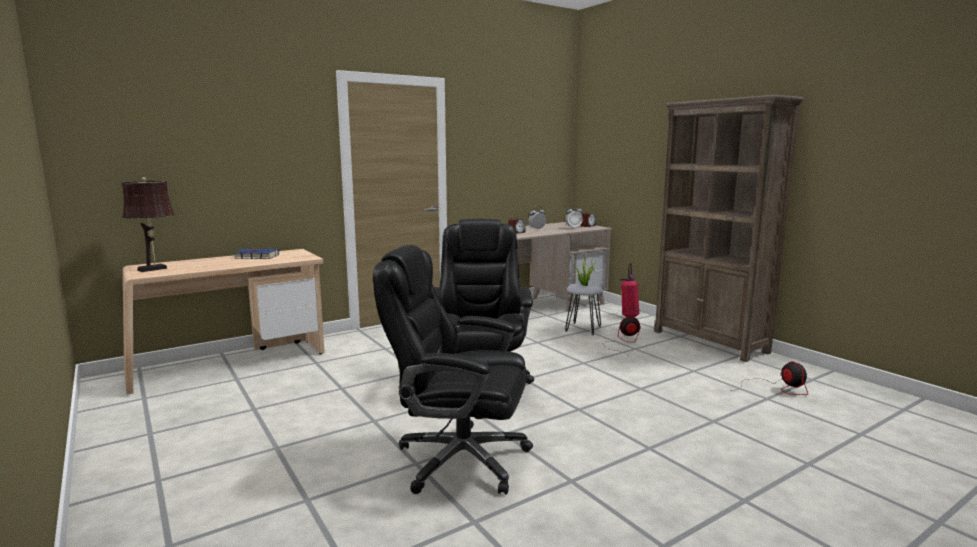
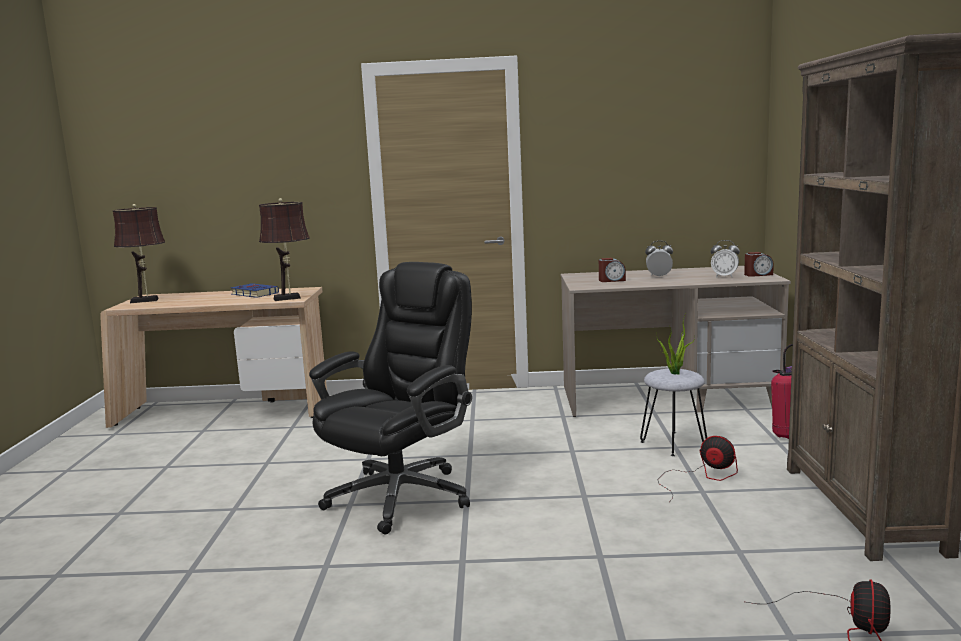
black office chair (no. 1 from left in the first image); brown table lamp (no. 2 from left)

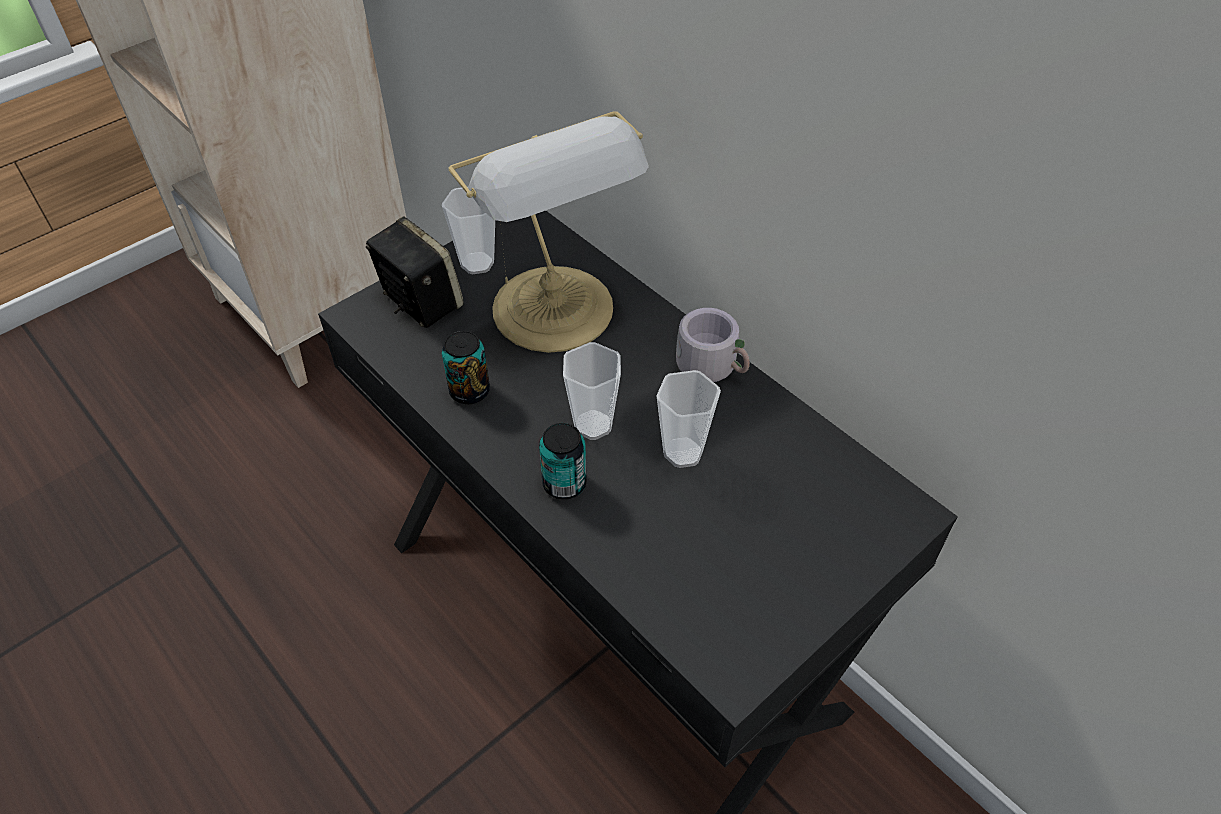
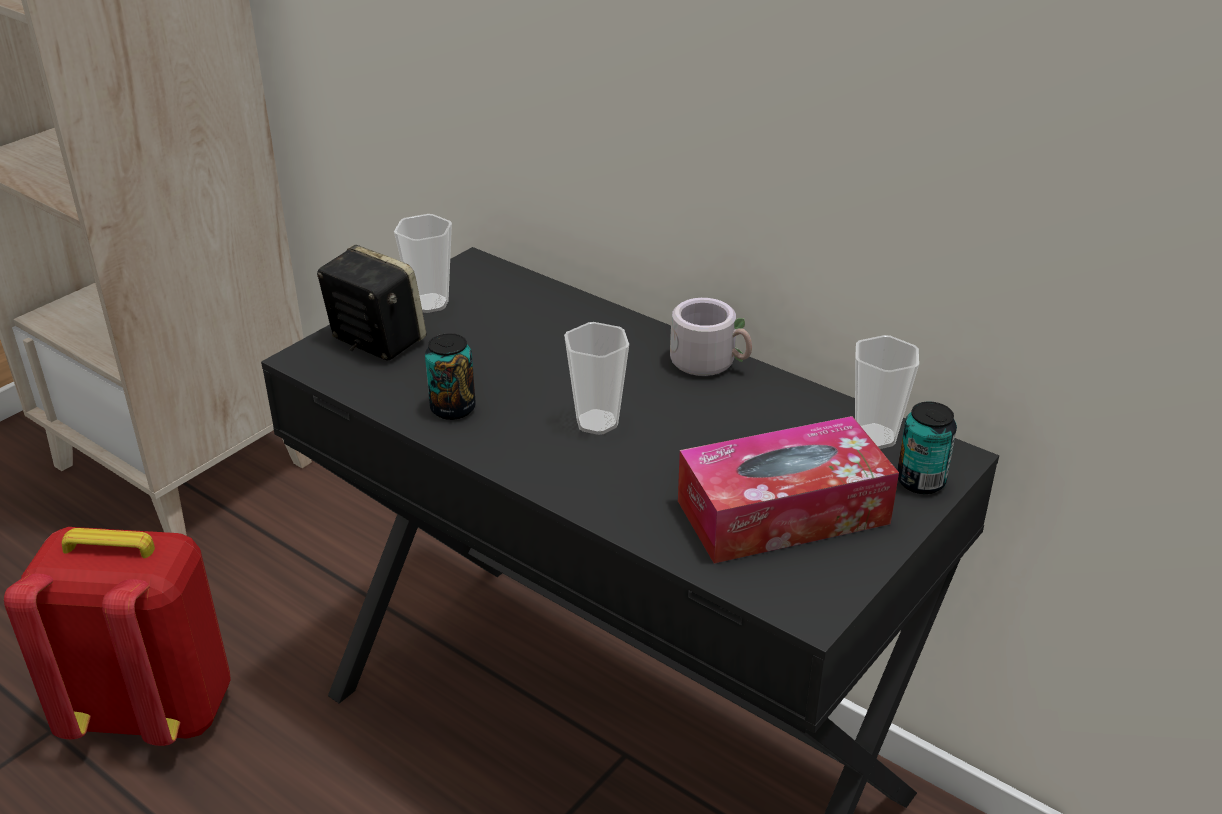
table lamp; cup (no. 3 from left); can (no. 2 from left); tissue box; red backpack

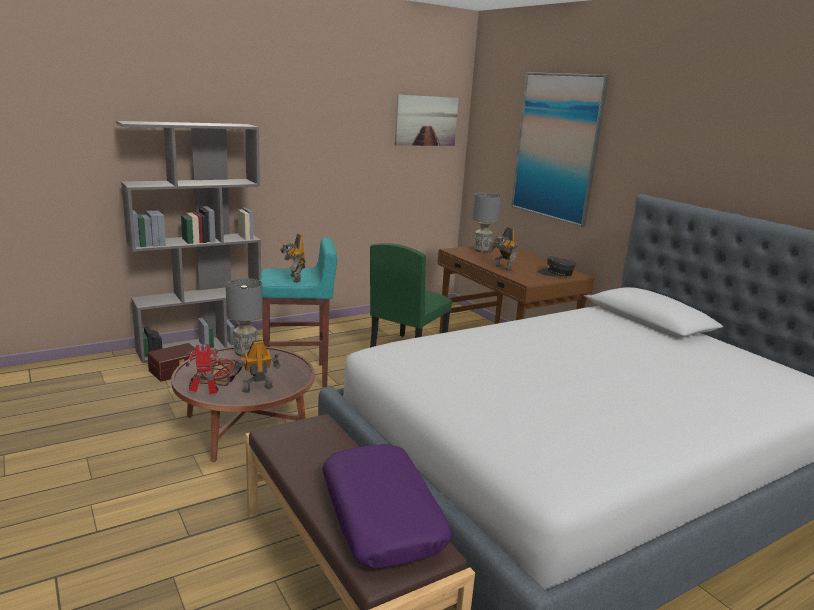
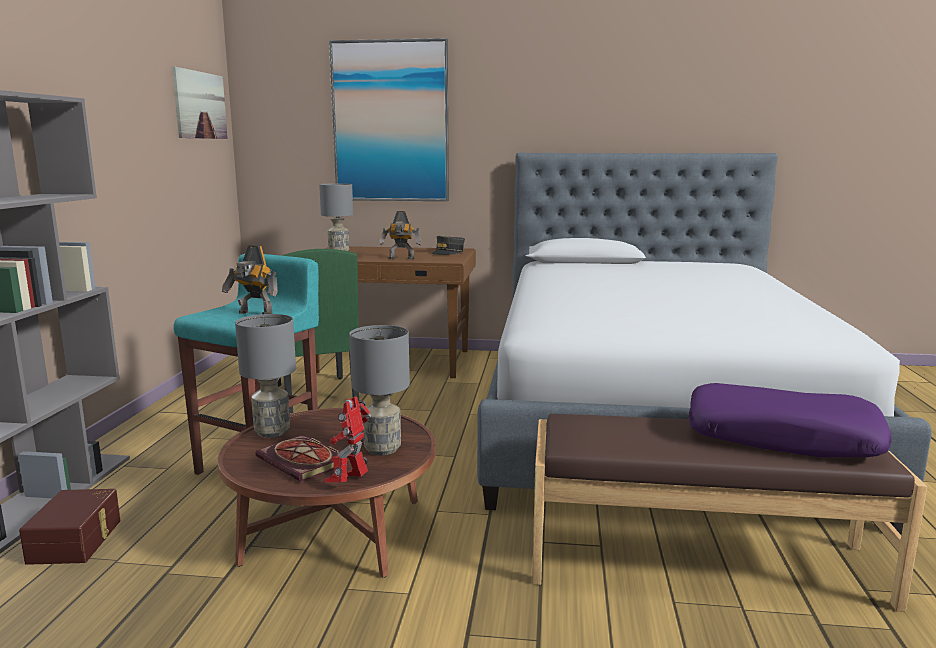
grey table lamp (no. 3 from left)

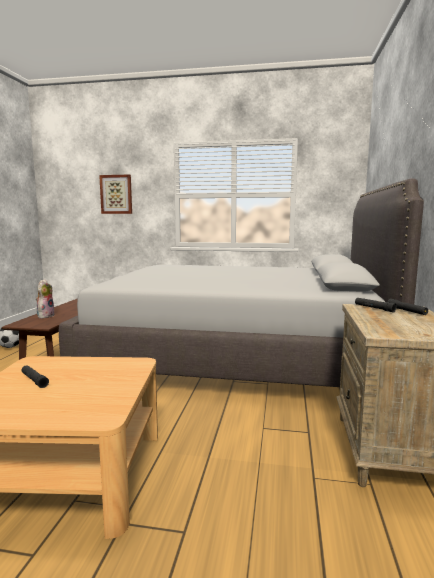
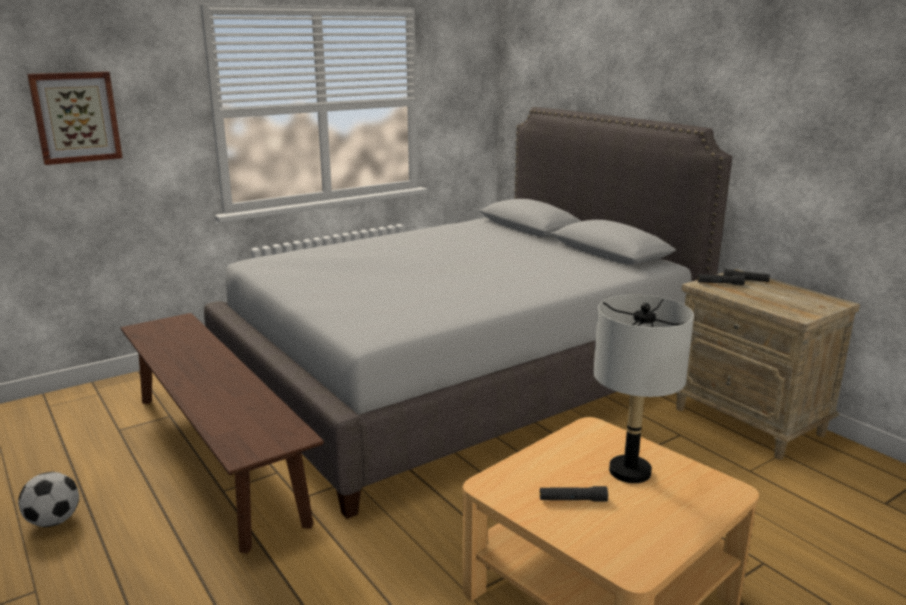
plush toy; grey table lamp

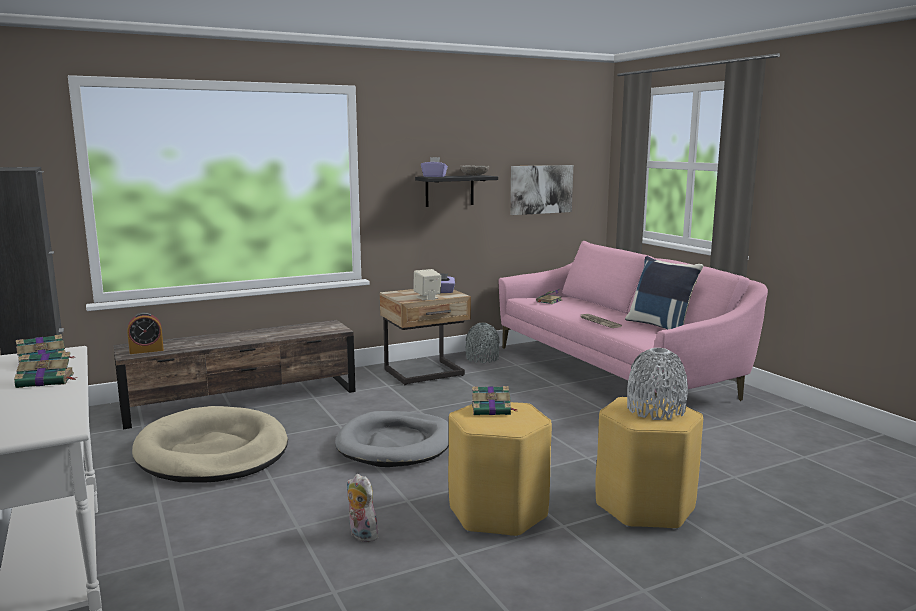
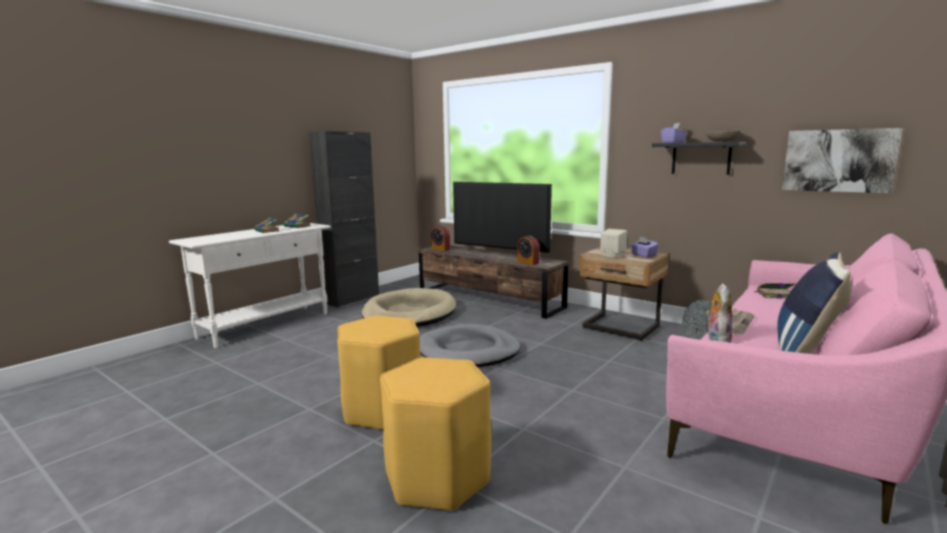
grey vase (no. 2 from left in the first image); book (no. 3 from left in the first image); plush toy; television; alarm clock (no. 2 from left)

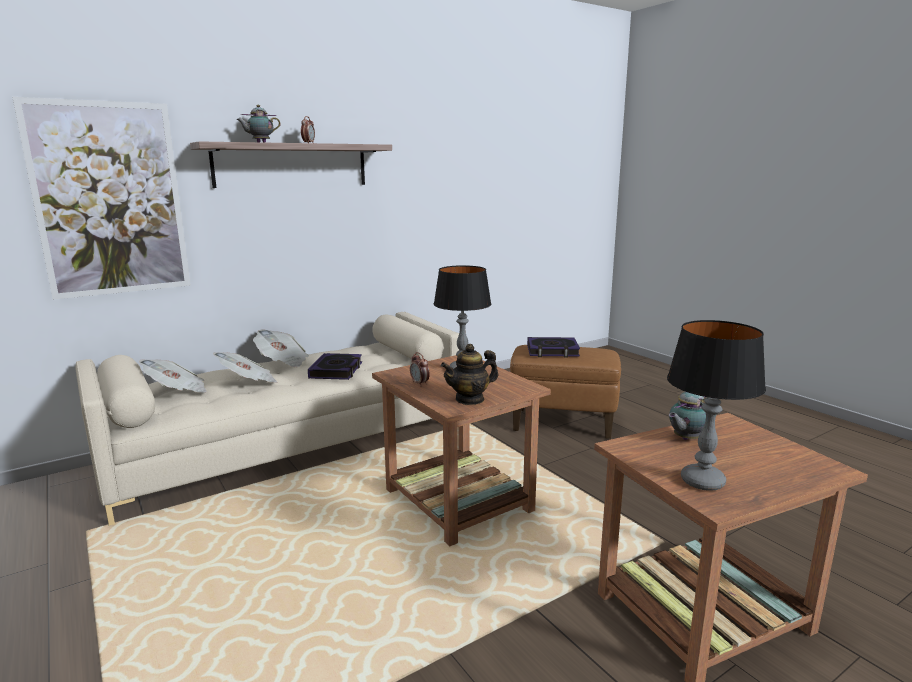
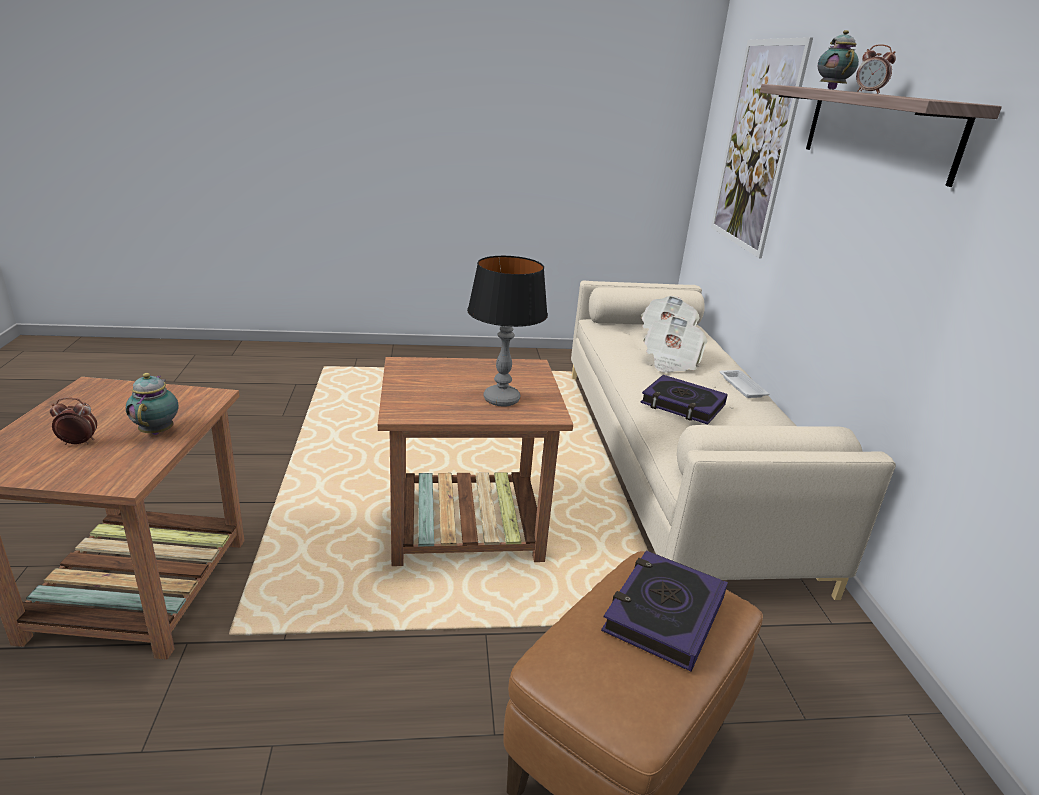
table lamp (no. 2 from left in the first image); white tray; teapot (no. 2 from left in the first image); alarm clock (no. 1 from left)

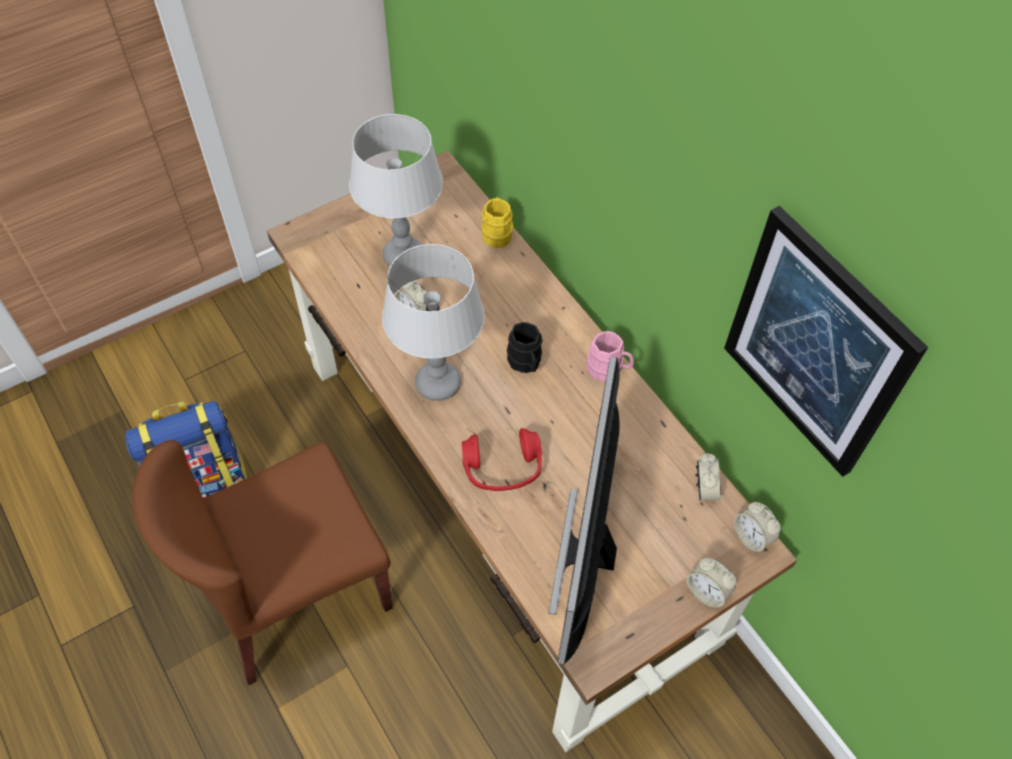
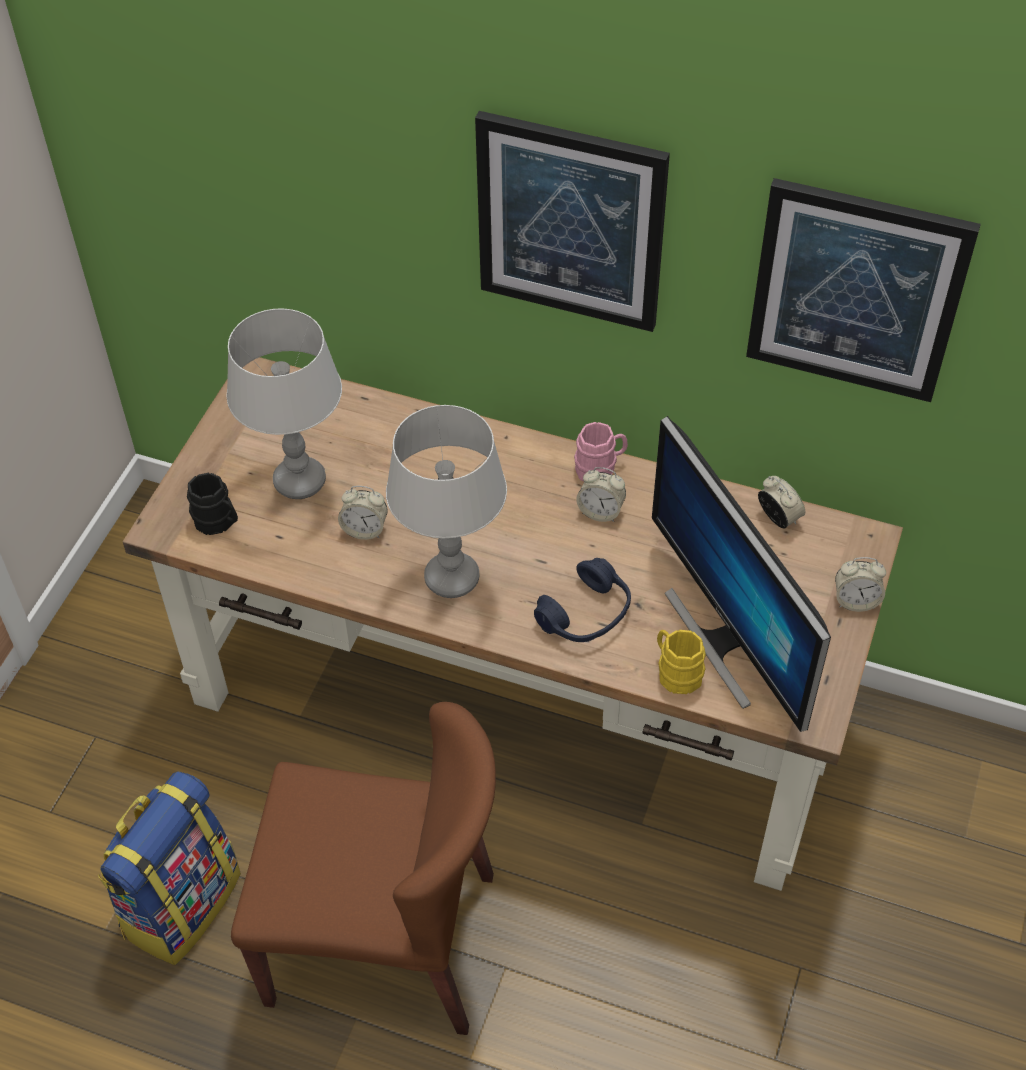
yellow mug; black mug; blue headphones; brown chair; alarm clock (no. 2 from left); picture (no. 1 from left)

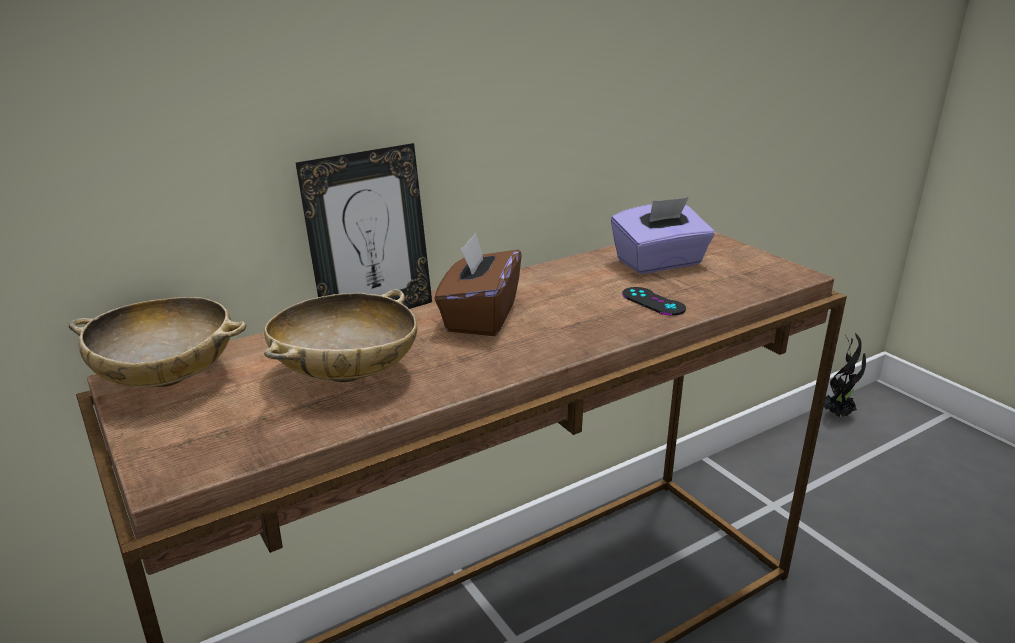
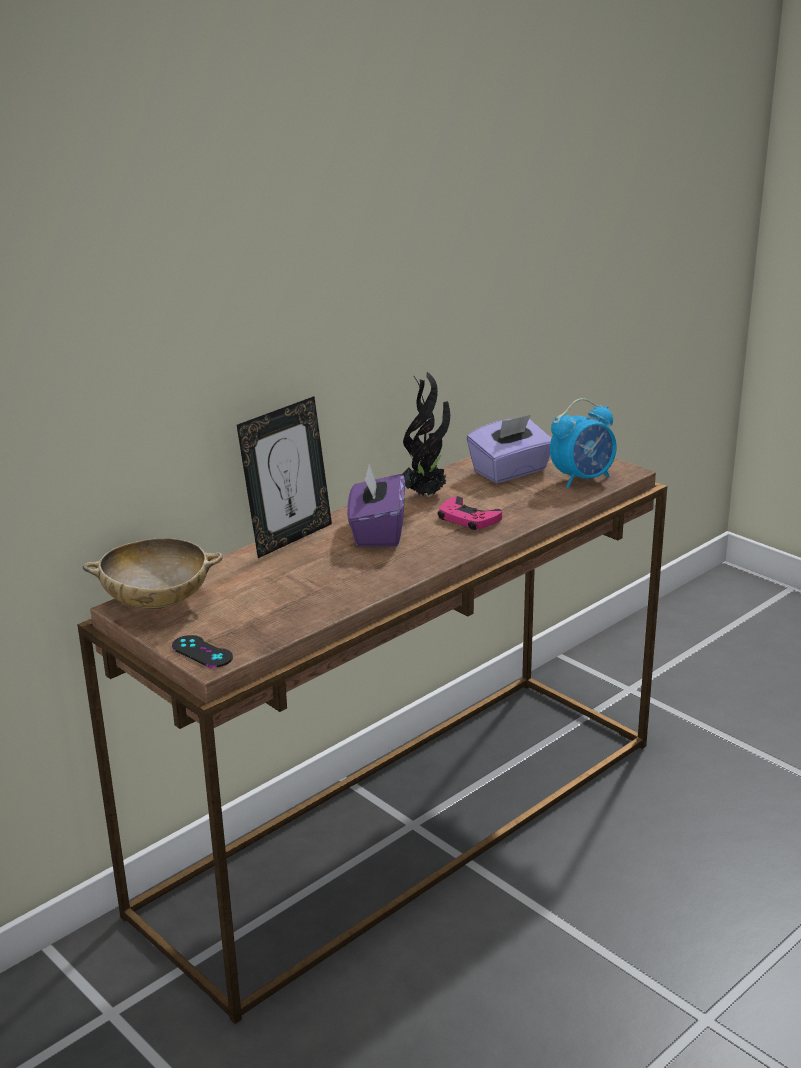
purple tissue box (no. 1 from left); black game controller; beige bowl (no. 2 from left in the first image); potted plant; alarm clock; pink game controller

